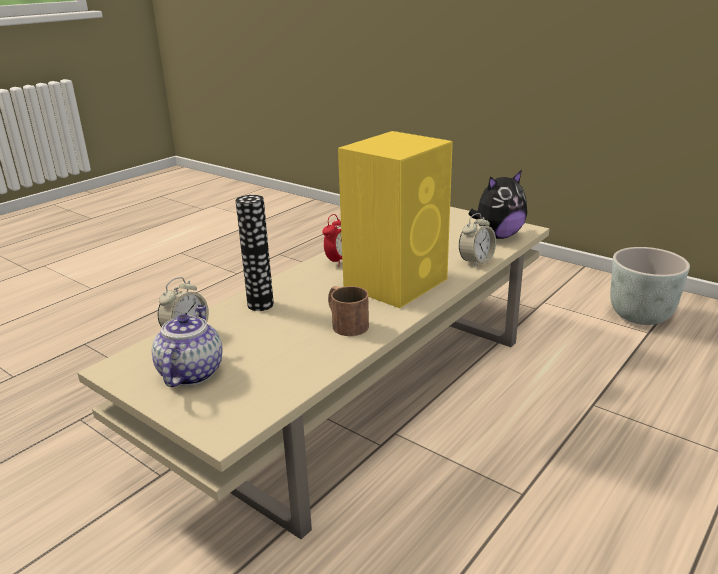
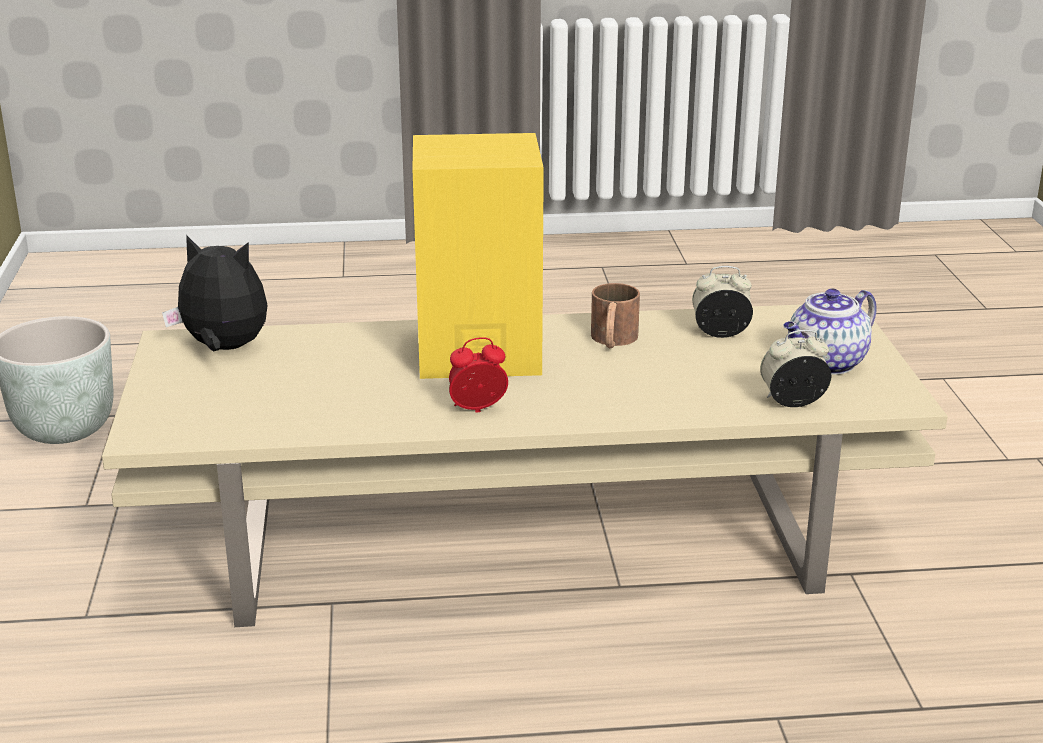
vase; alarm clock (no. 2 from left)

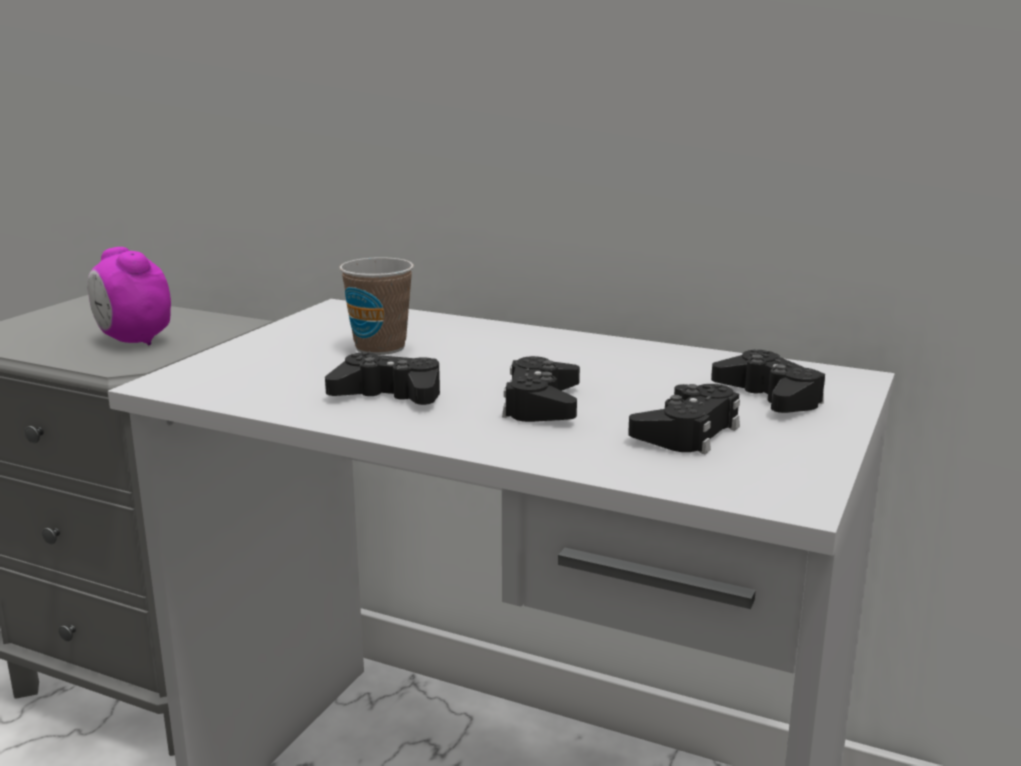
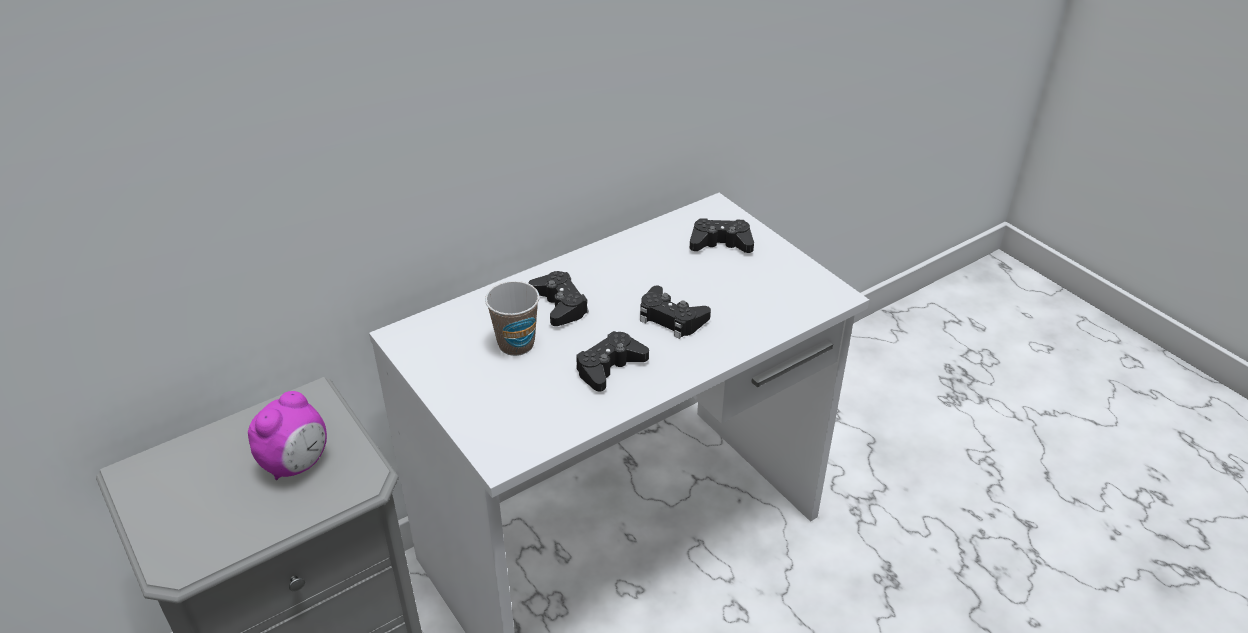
alarm clock; black game controller (no. 1 from left)

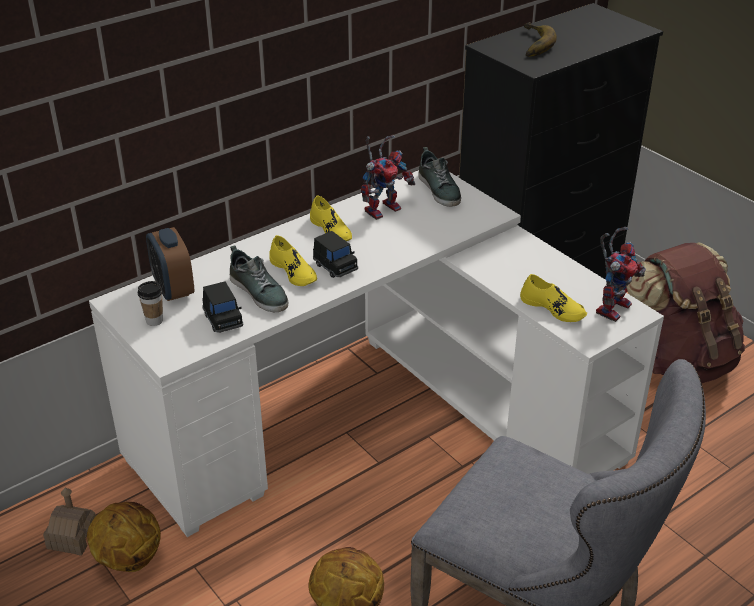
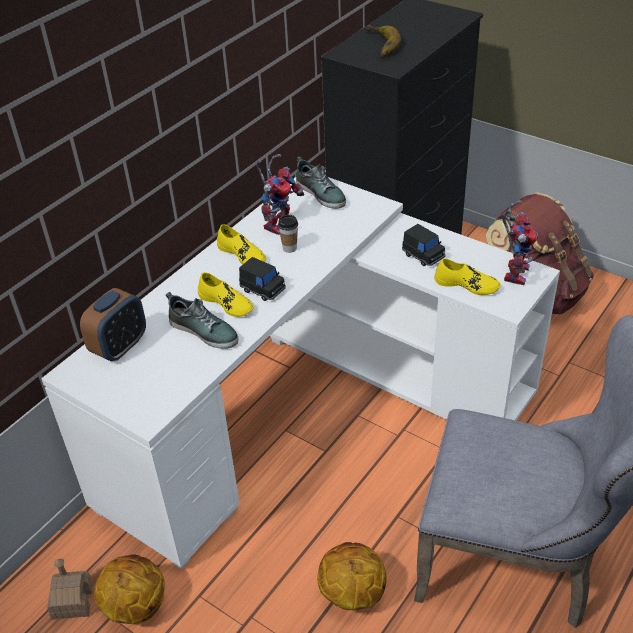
alarm clock; cup; black toy car (no. 2 from left)

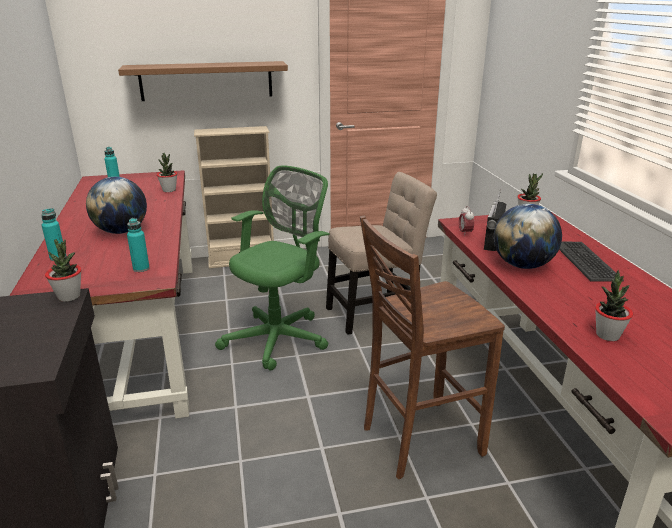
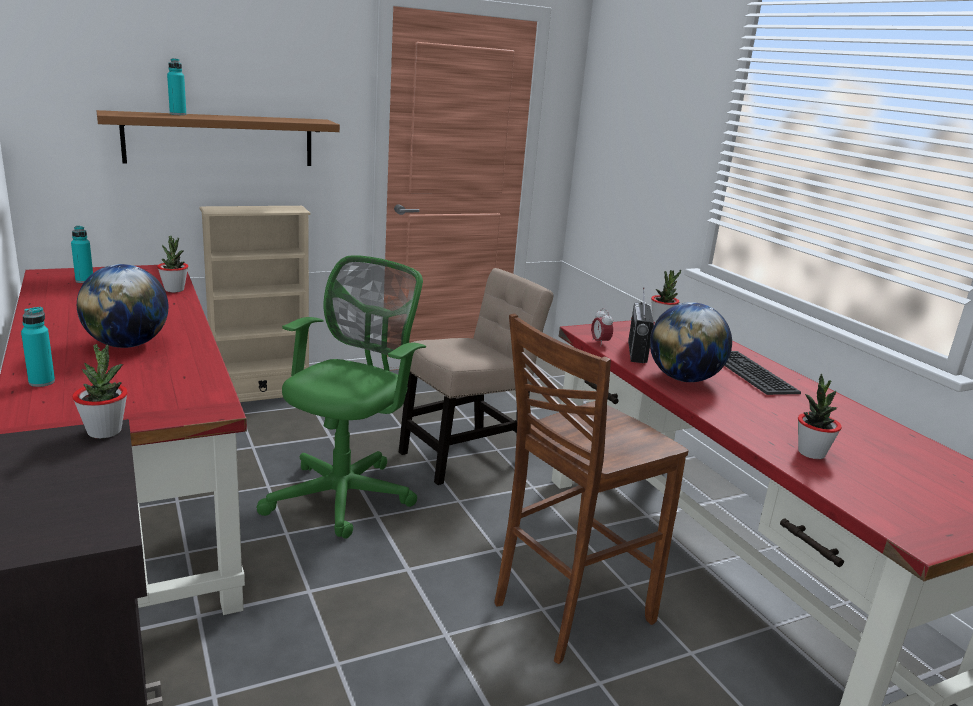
turquoise bottle (no. 3 from left)

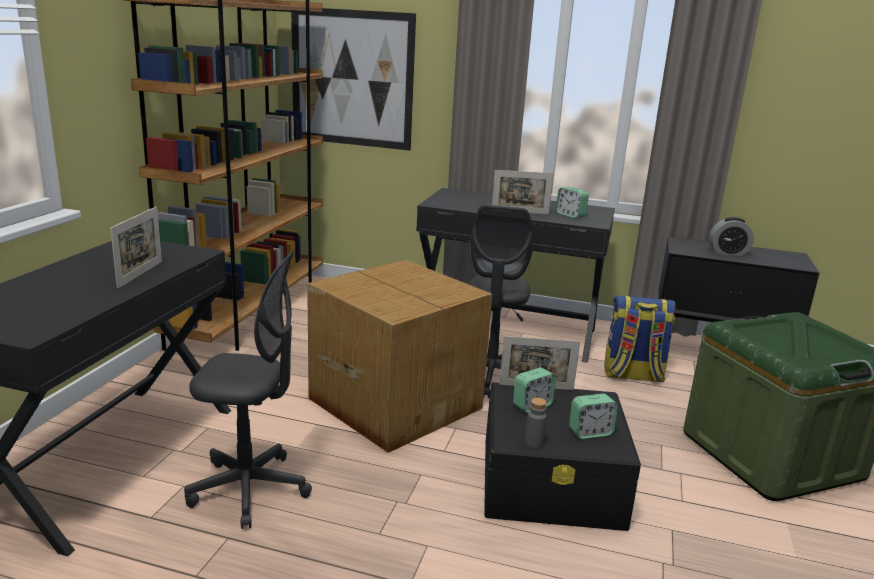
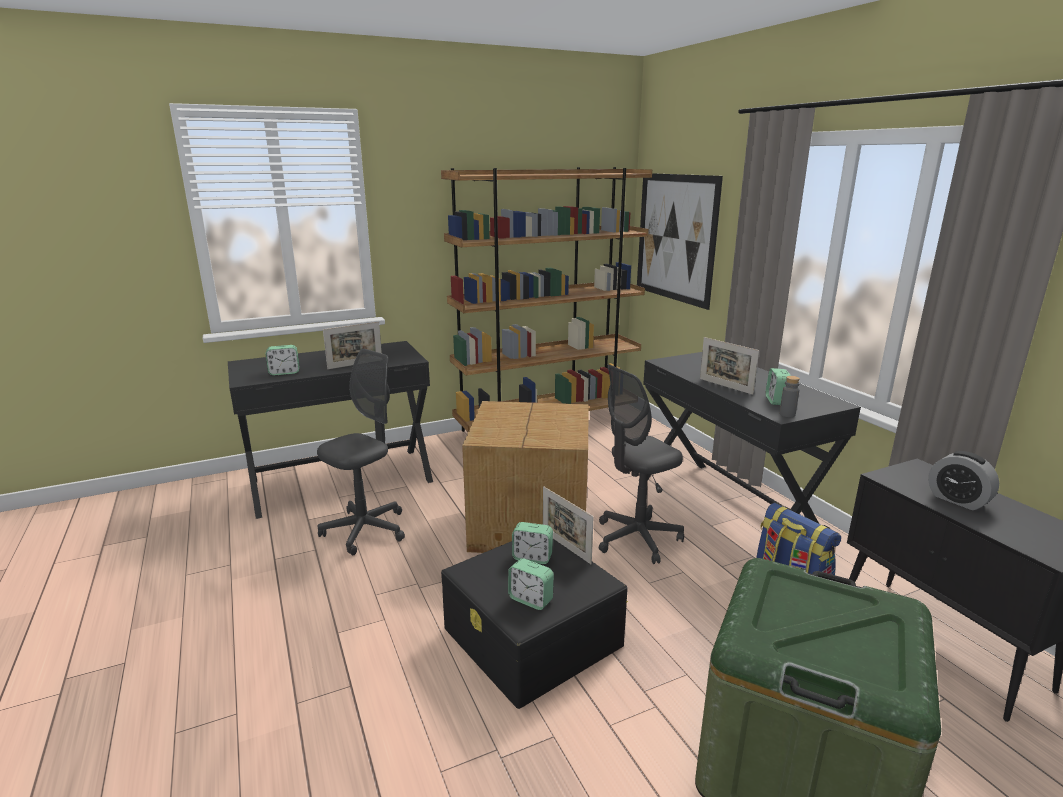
grey office chair (no. 1 from left); grey bottle; alarm clock (no. 1 from left)

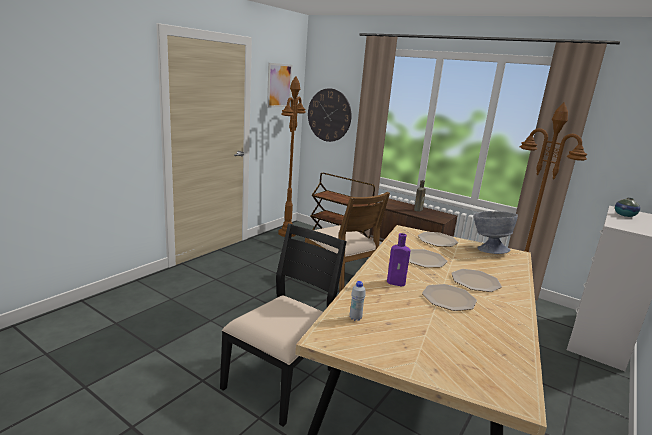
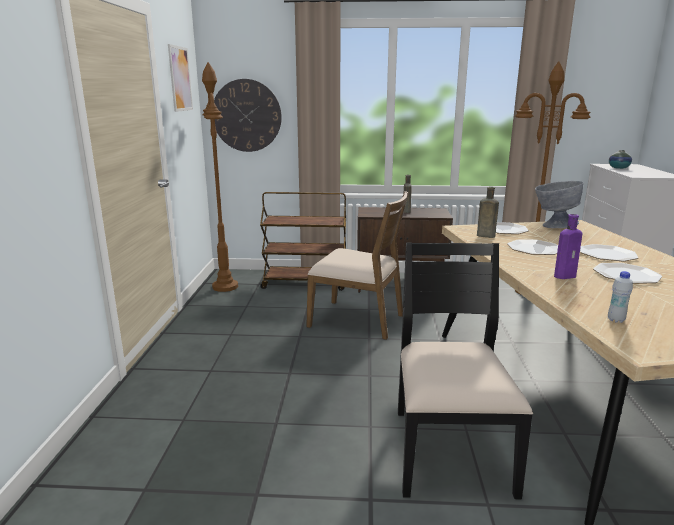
brown bottle (no. 2 from left)

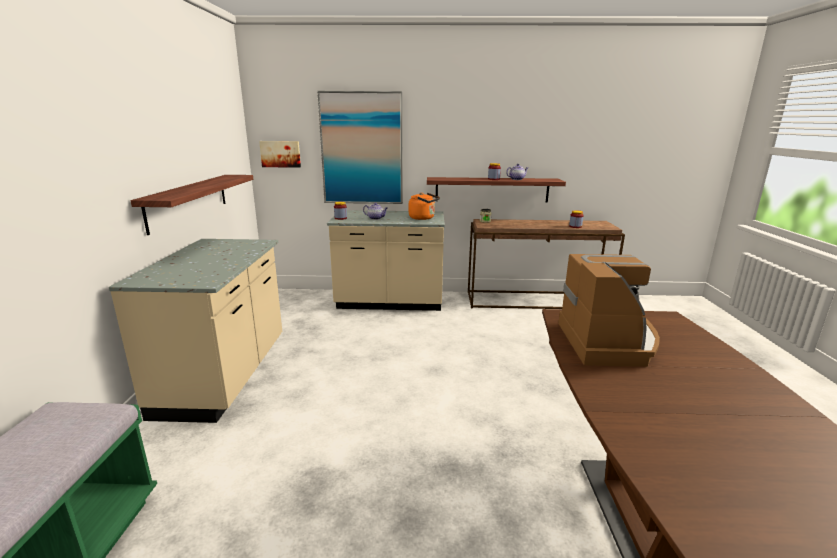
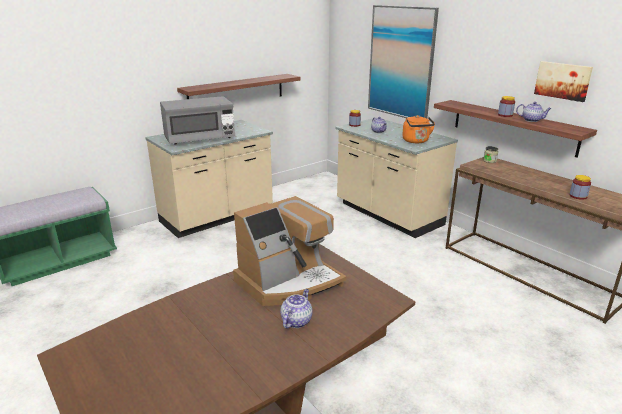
picture (no. 2 from left); grey microwave; teapot (no. 1 from left)

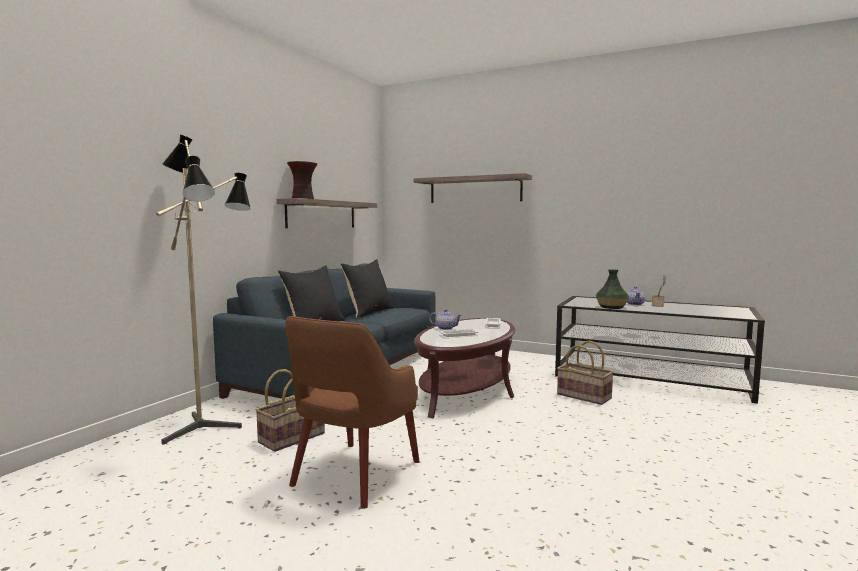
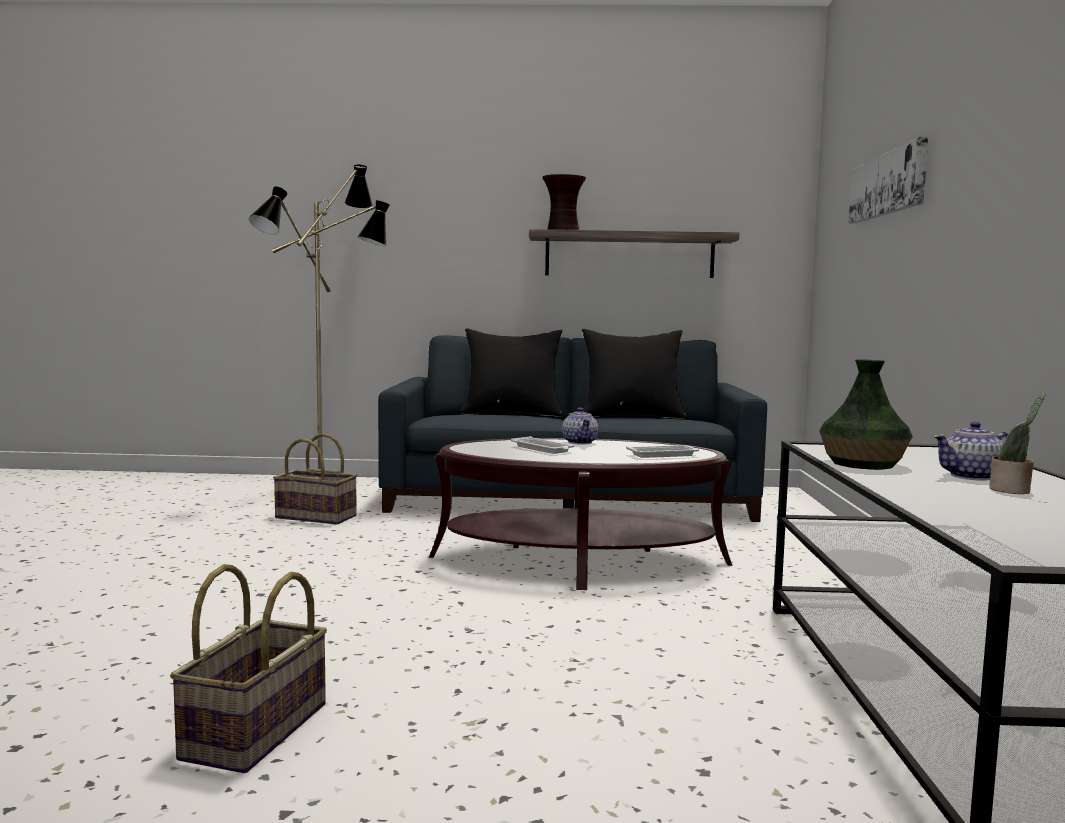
picture; brown armchair; basket (no. 1 from left)

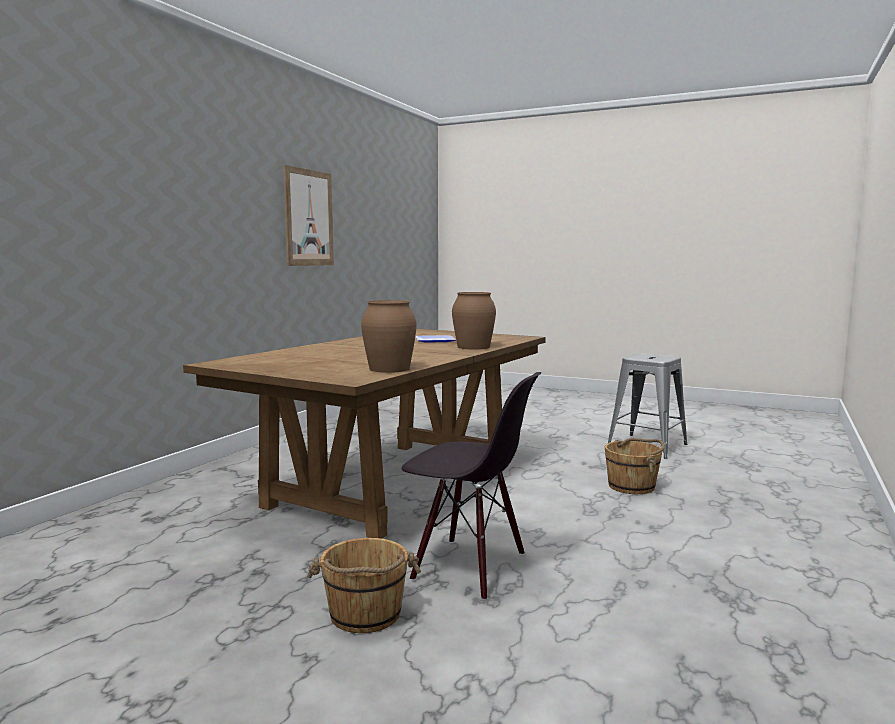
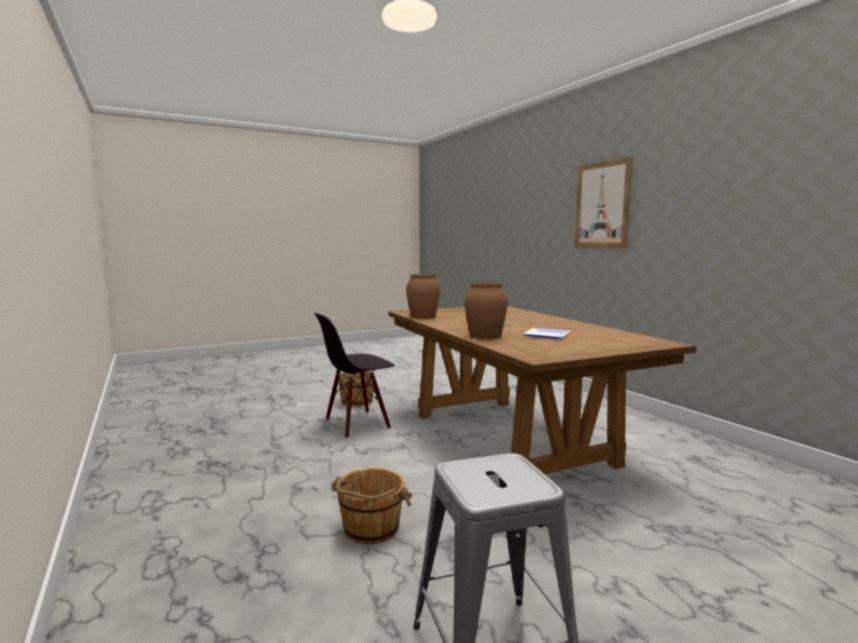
picture

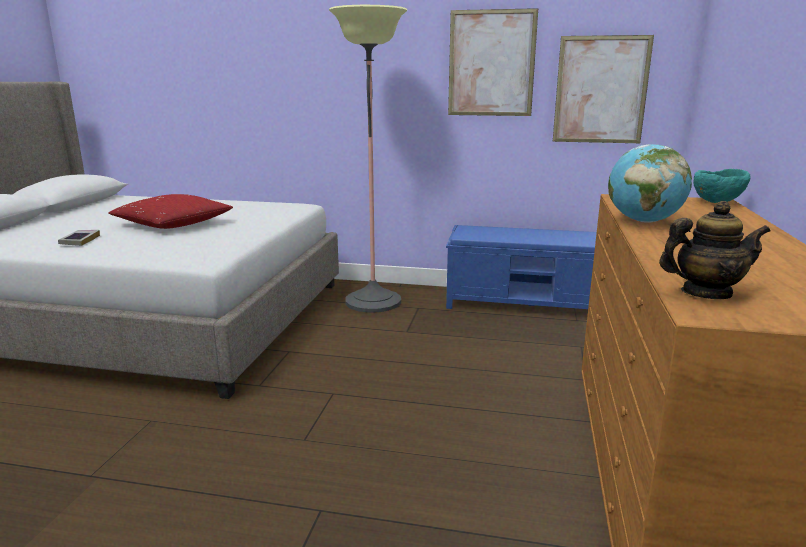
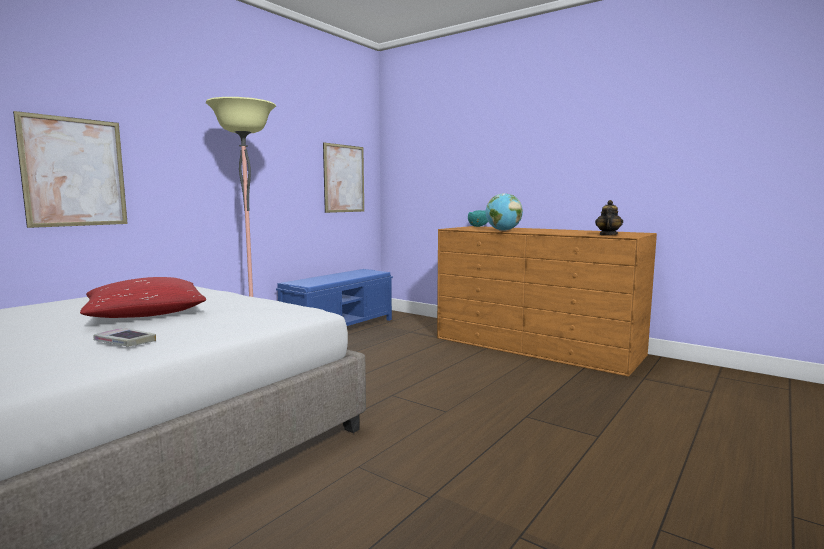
picture (no. 1 from left)

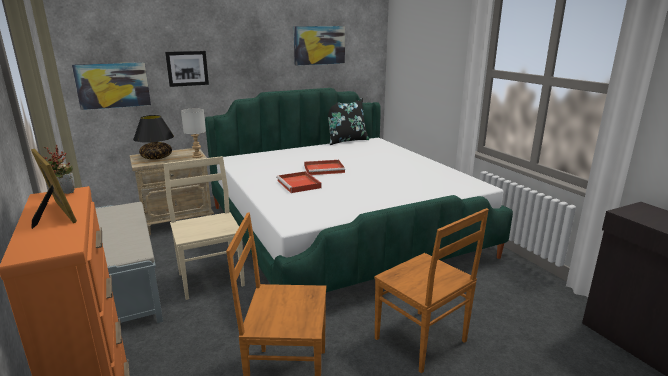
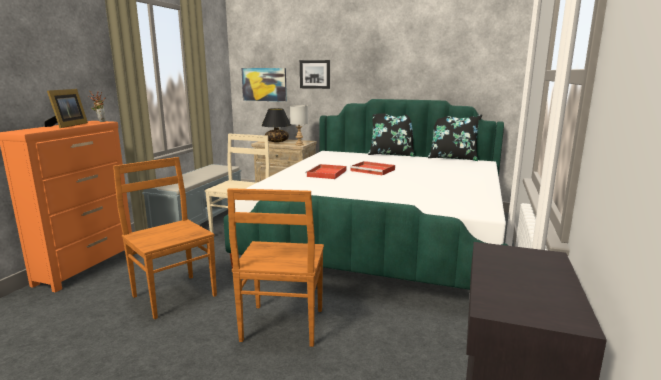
picture (no. 3 from left in the first image); black pillow (no. 1 from left)

